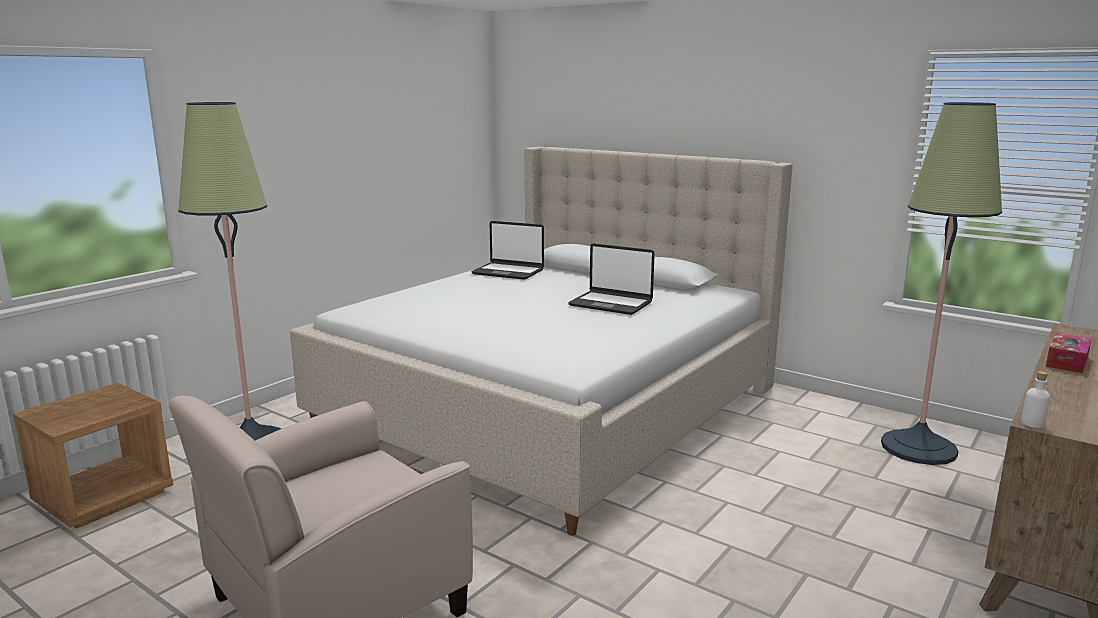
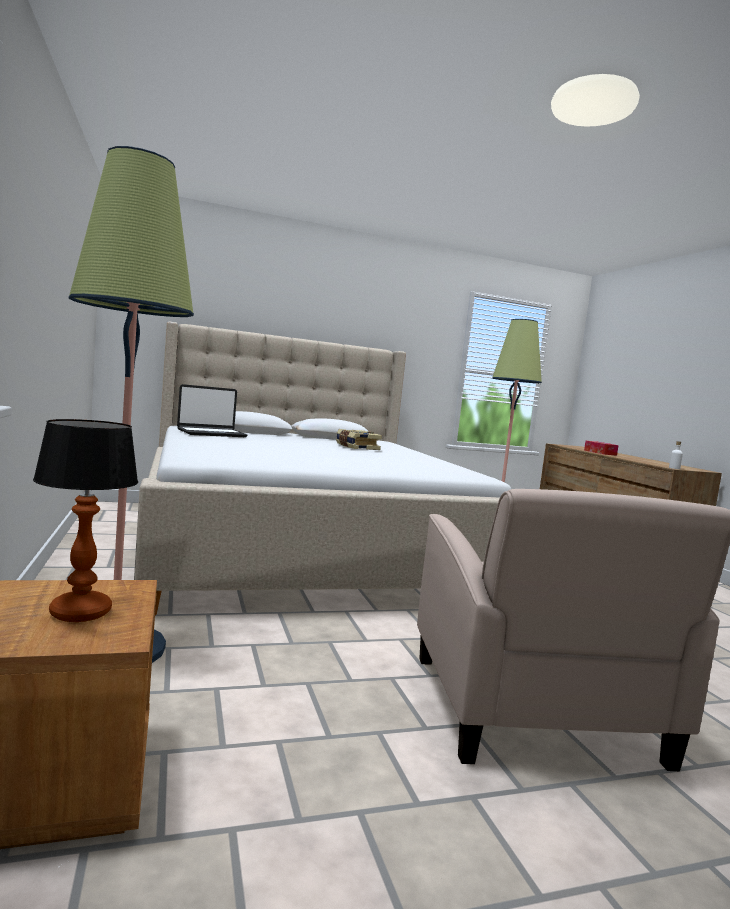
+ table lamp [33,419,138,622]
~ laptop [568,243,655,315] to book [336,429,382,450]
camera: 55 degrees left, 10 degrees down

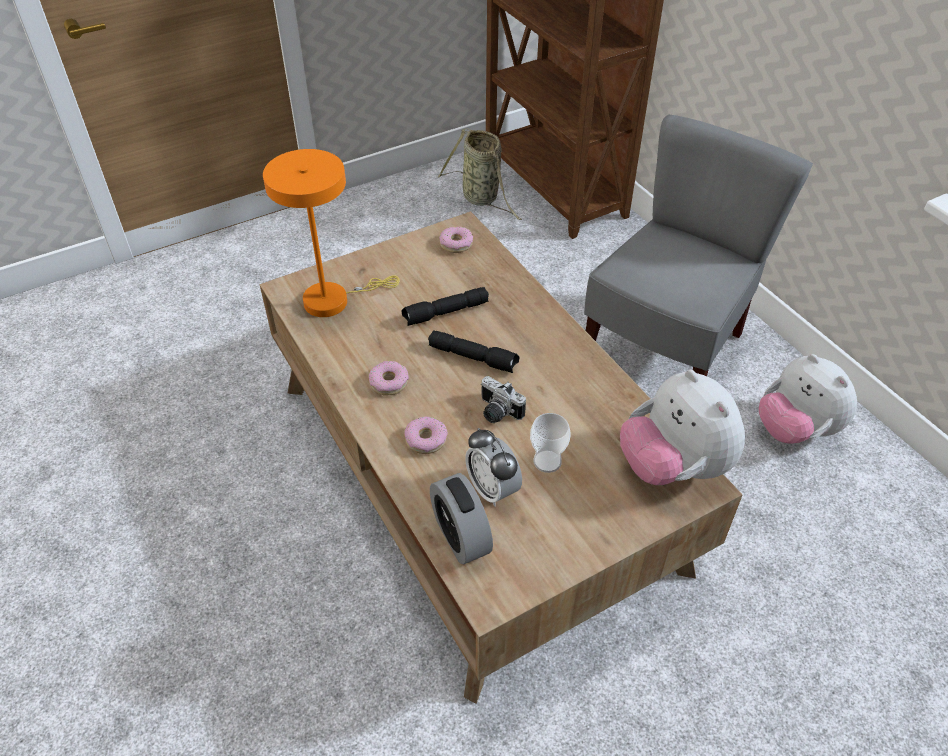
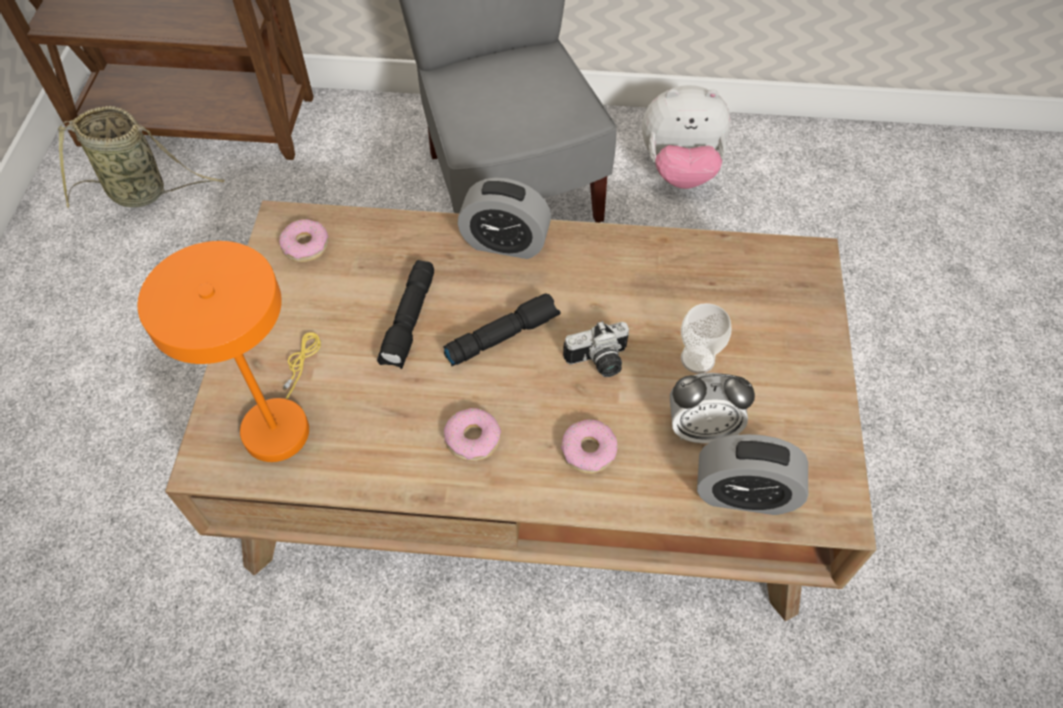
- plush toy [620,370,745,485]
+ alarm clock [458,178,551,259]
camera: 55 degrees left, 10 degrees up

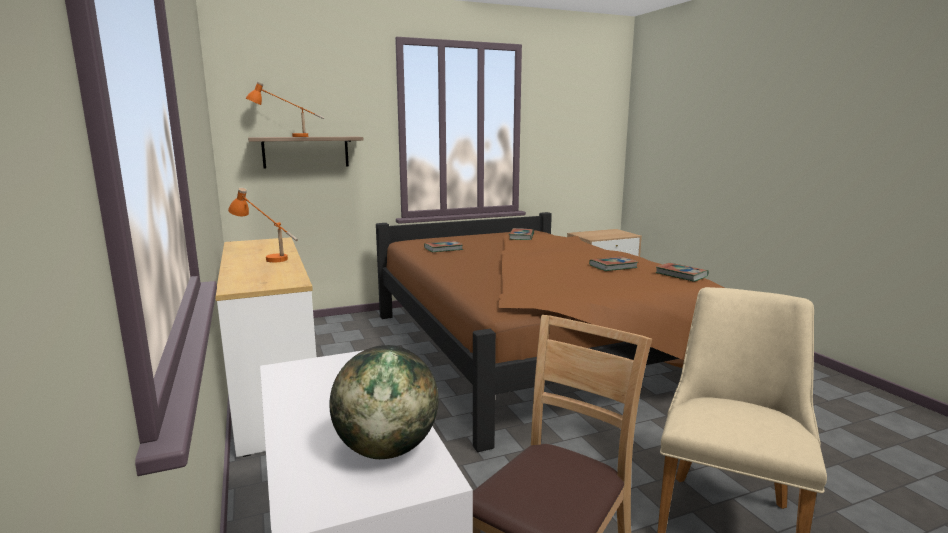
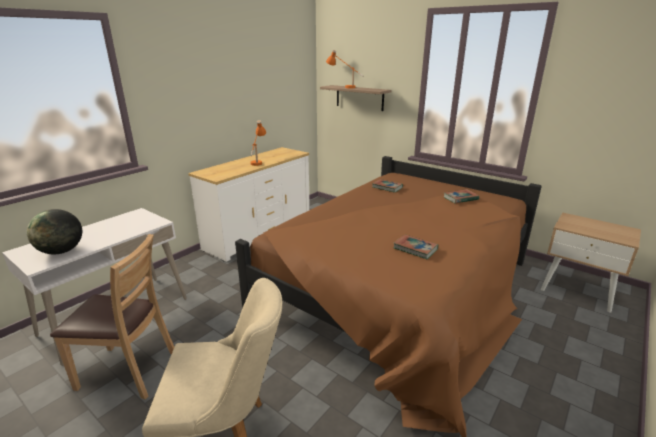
- book [656,263,708,282]
camera: 60 degrees right, 10 degrees up

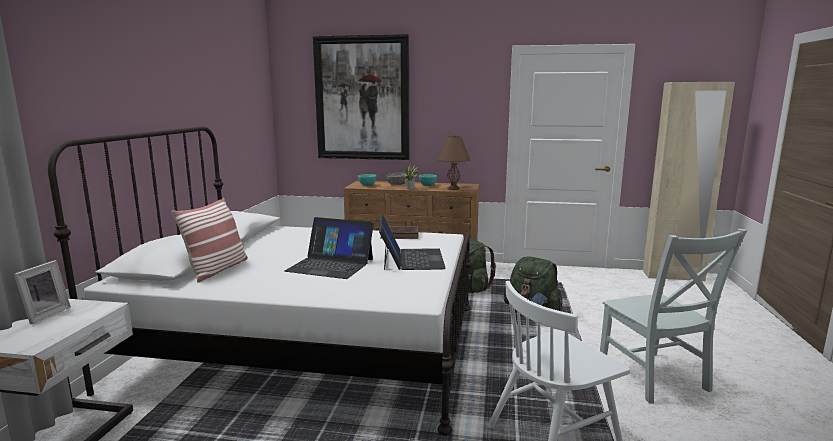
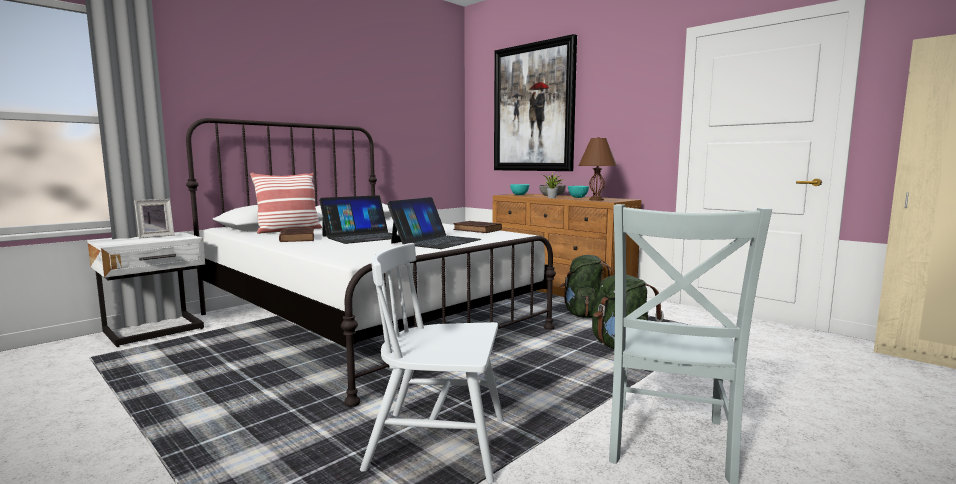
+ brown book [279,228,314,242]
~ laptop [285,217,374,279] = [319,195,399,244] 90 degrees counterclockwise
camera: 35 degrees right, 5 degrees down

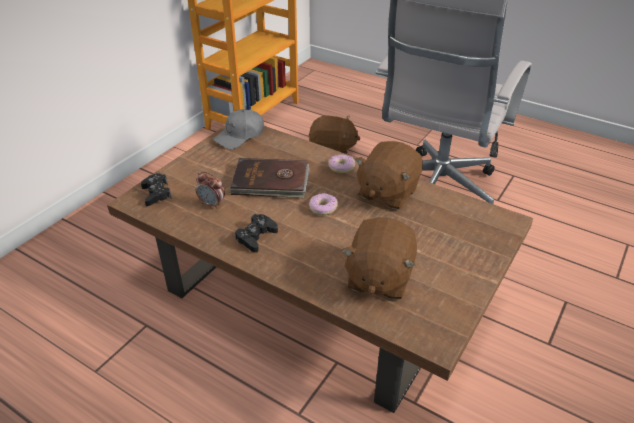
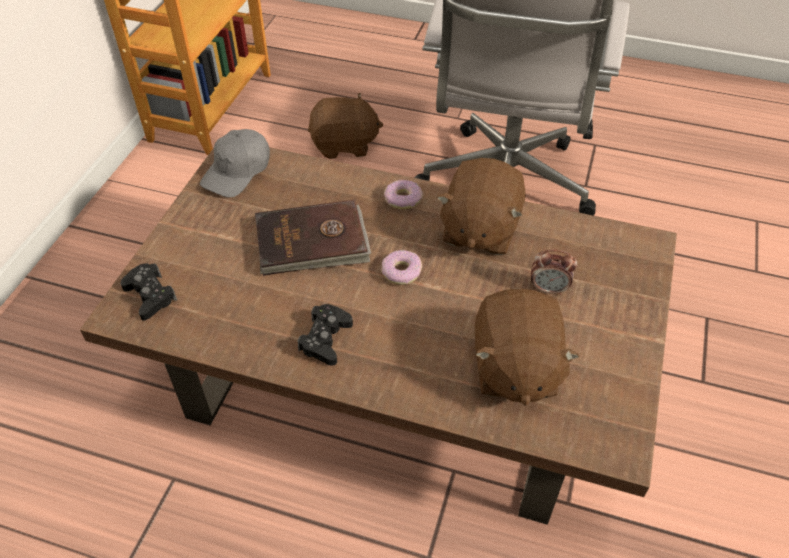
~ alarm clock [196,171,225,209] to [531,250,577,296]
camera: 15 degrees left, 10 degrees up

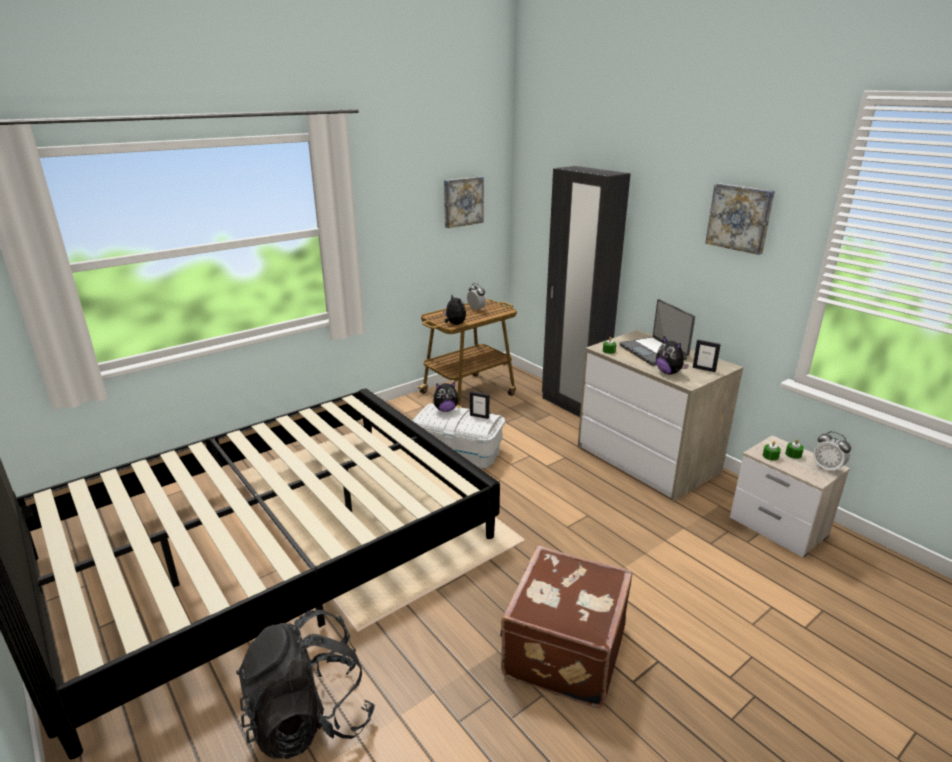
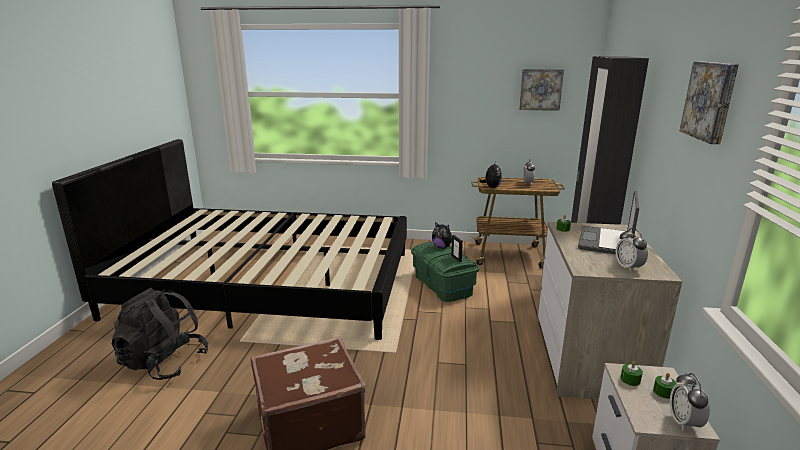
- plush toy [656,337,689,374]
~ picture frame [693,340,721,372] to alarm clock [616,228,648,272]
~ white storage box [412,403,505,468] to green storage box [411,241,479,302]
camera: 45 degrees right, 5 degrees down

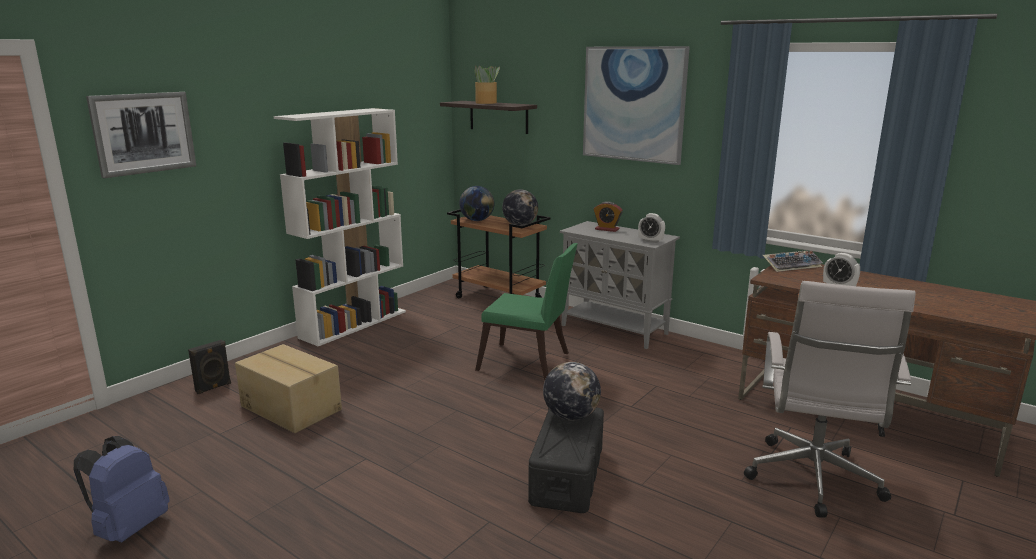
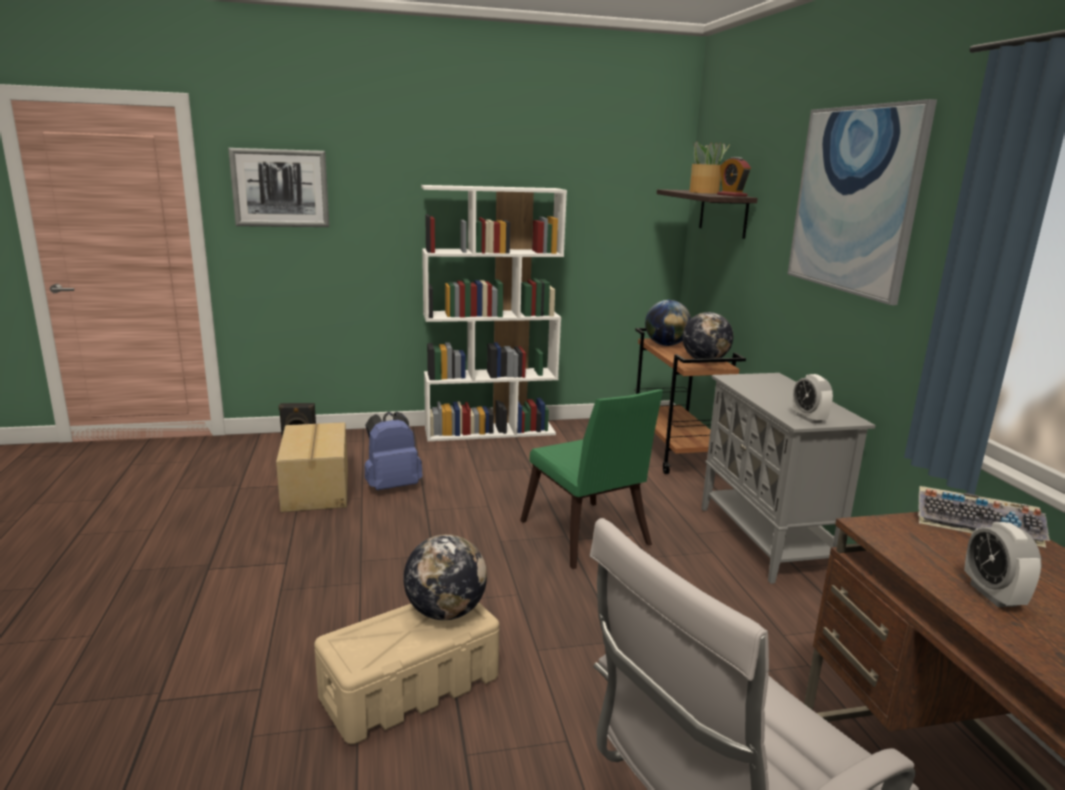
~ blue backpack [74,436,170,542] to [364,411,422,490]
~ alarm clock [594,201,623,232] to [717,157,751,197]
~ black storage box [528,408,604,513] to beige storage box [314,602,499,744]
camera: 40 degrees right, 0 degrees up

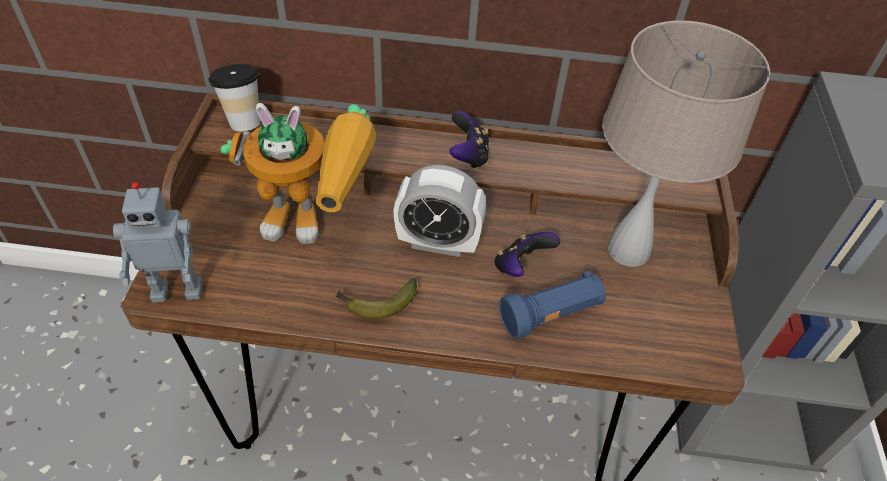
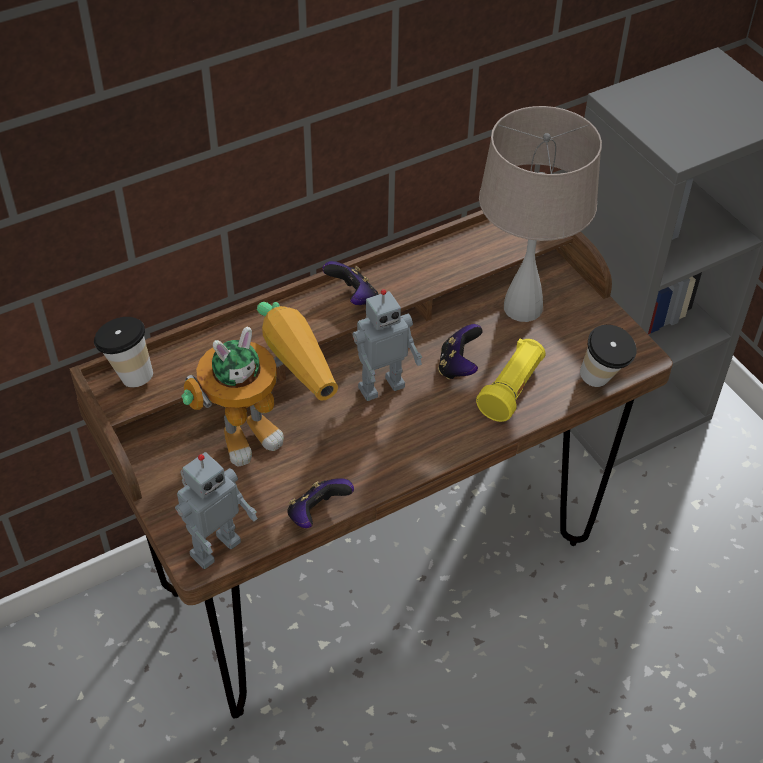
- banana [336,278,417,319]
+ game controller [287,478,354,528]
+ cup [580,325,637,387]
~ alarm clock [393,165,486,257] to toy robot [353,289,422,401]
~ blue flashlight [499,271,606,339] to yellow flashlight [476,339,546,422]
camera: 35 degrees left, 0 degrees up

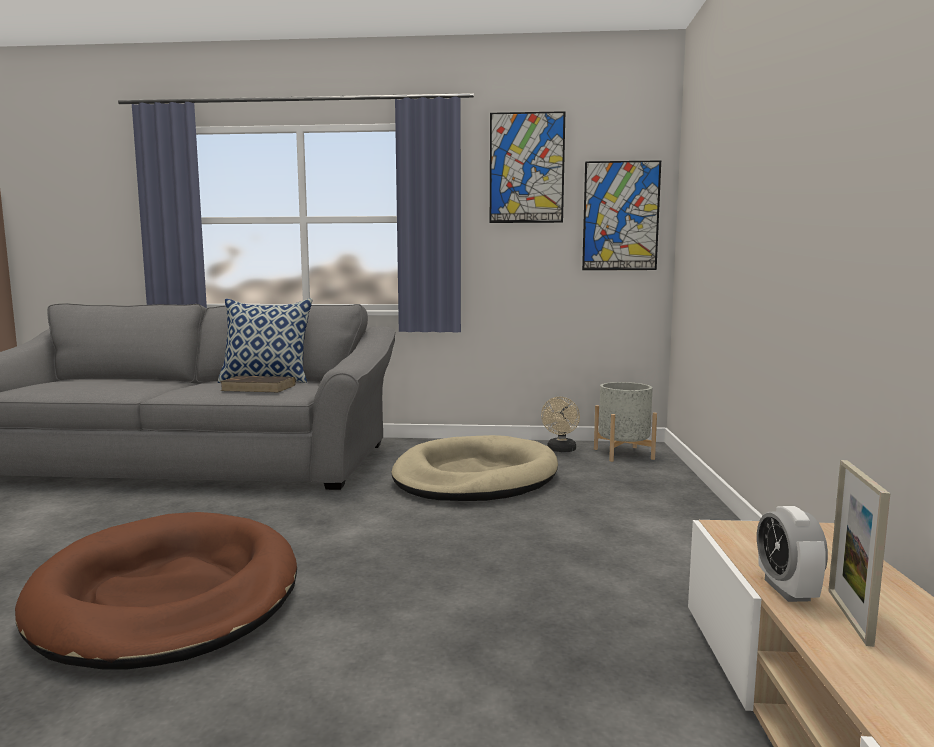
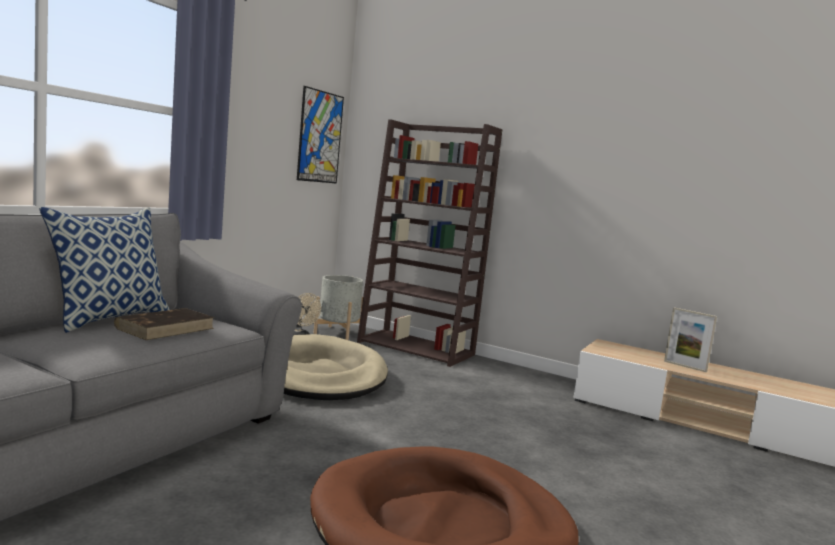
- picture [490,111,565,223]
- alarm clock [757,506,828,602]
+ brown bookcase [357,119,502,367]
camera: 65 degrees left, 0 degrees up

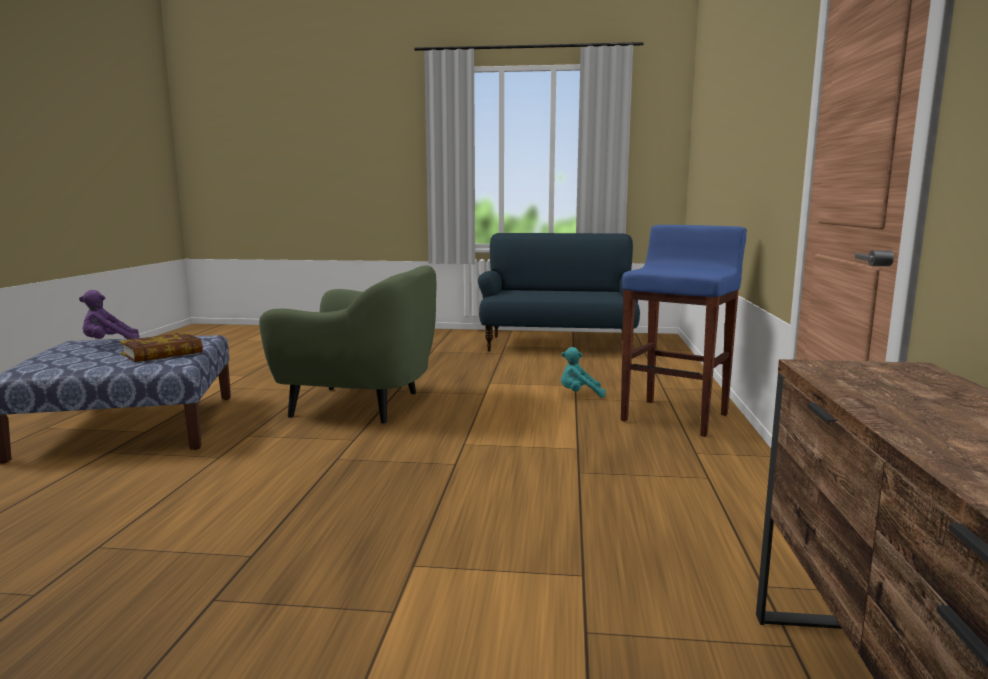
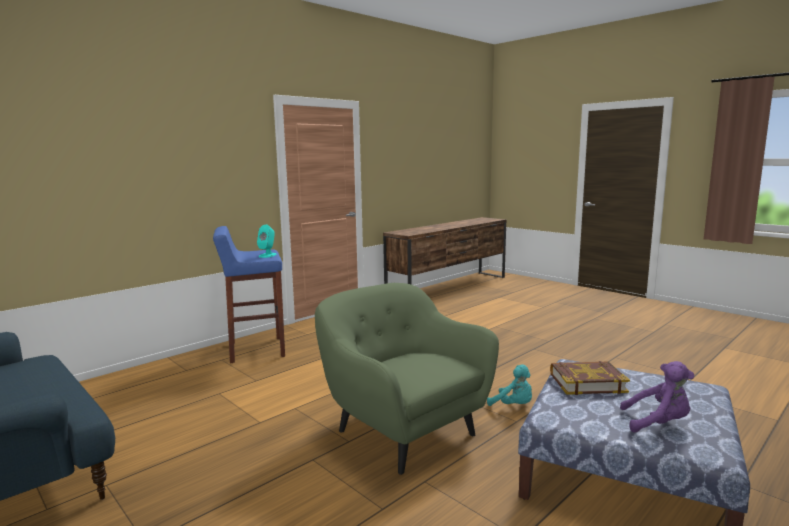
+ turquoise speaker [257,225,277,258]
~ turquoise plush toy [561,347,606,398] to [487,364,532,406]
camera: 140 degrees left, 0 degrees up

